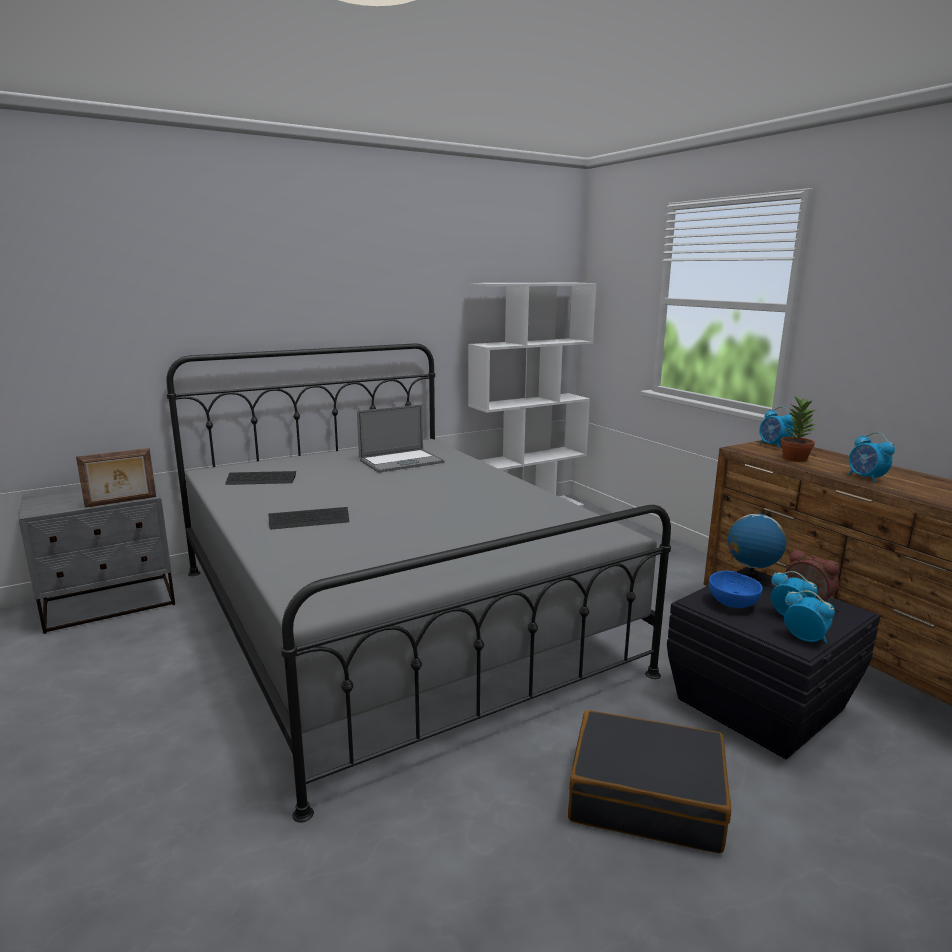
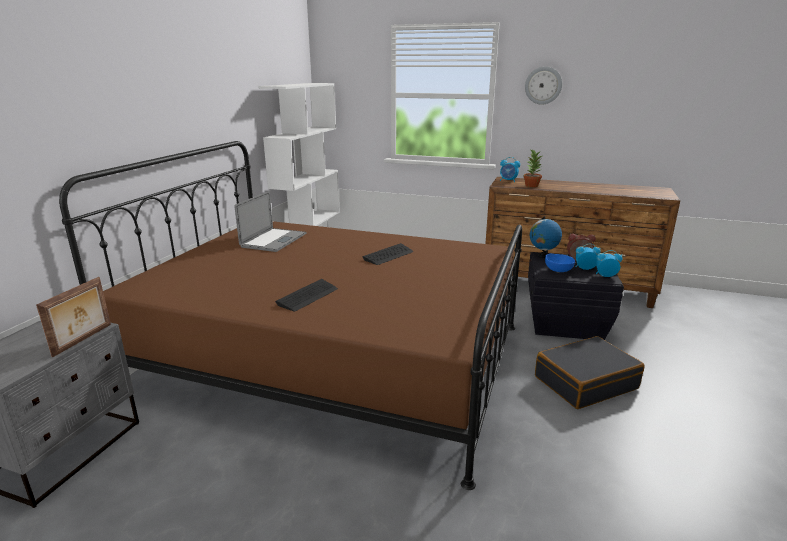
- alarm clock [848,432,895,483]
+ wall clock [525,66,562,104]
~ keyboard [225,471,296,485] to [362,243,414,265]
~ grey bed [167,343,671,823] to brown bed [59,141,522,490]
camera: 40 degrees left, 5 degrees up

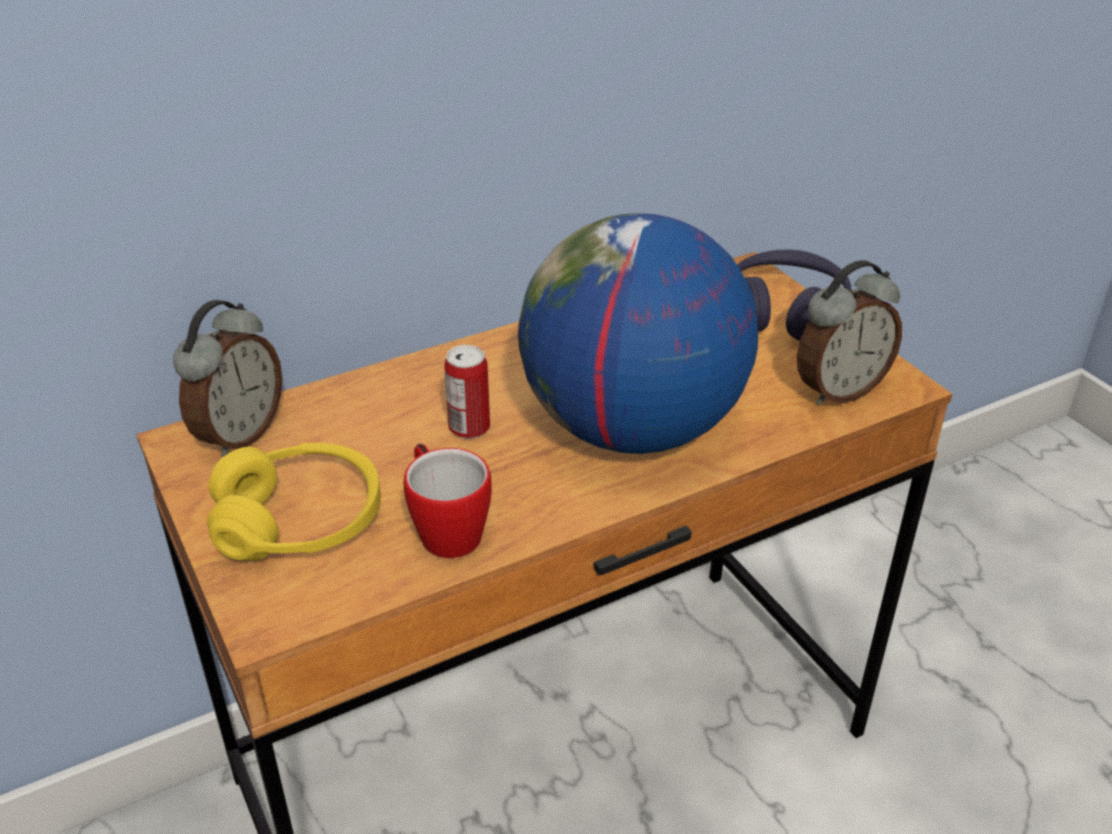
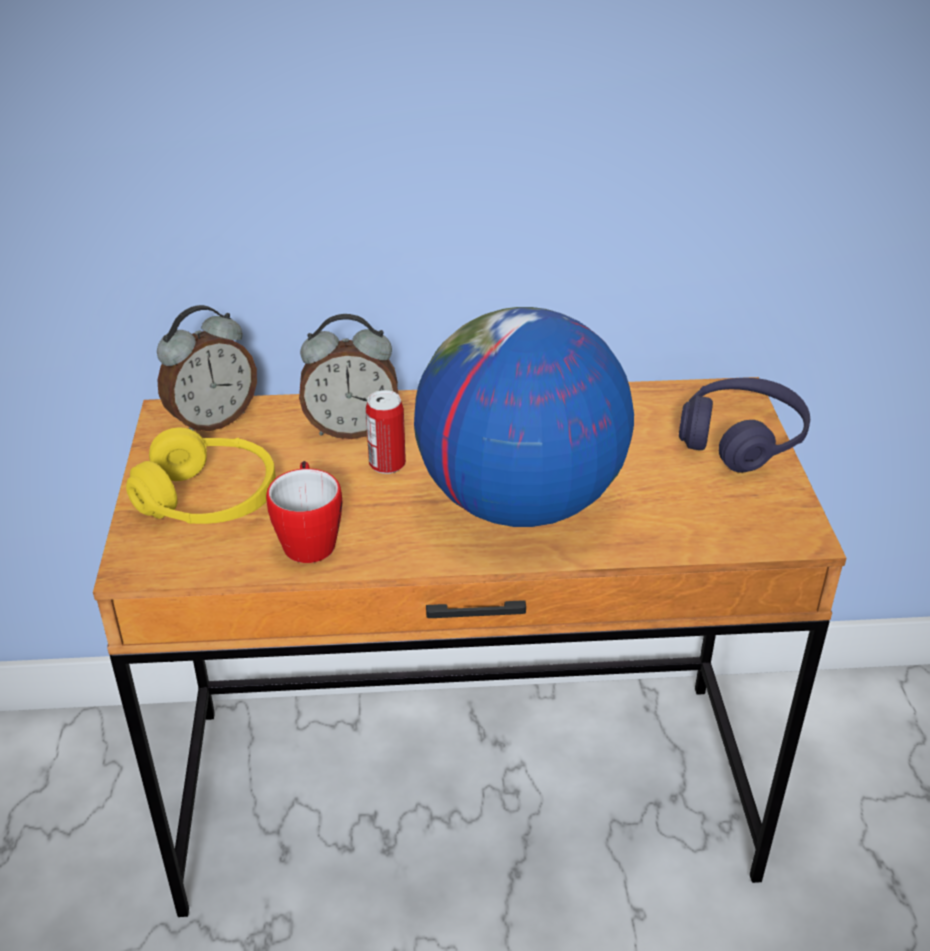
~ alarm clock [797,260,902,406] to [299,314,398,439]
camera: 25 degrees right, 0 degrees up

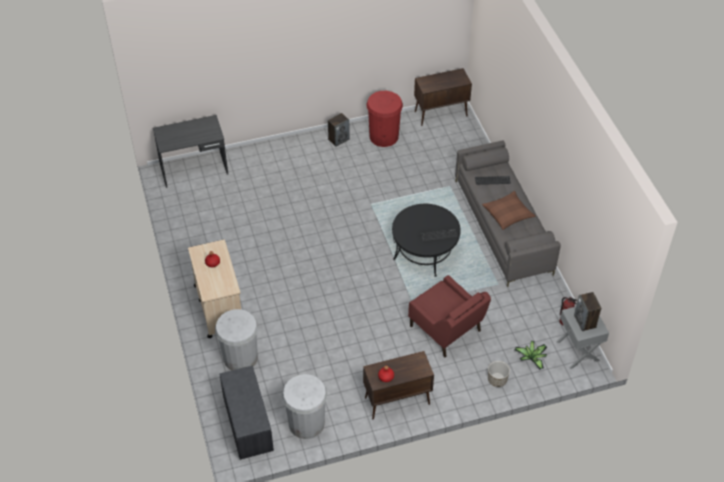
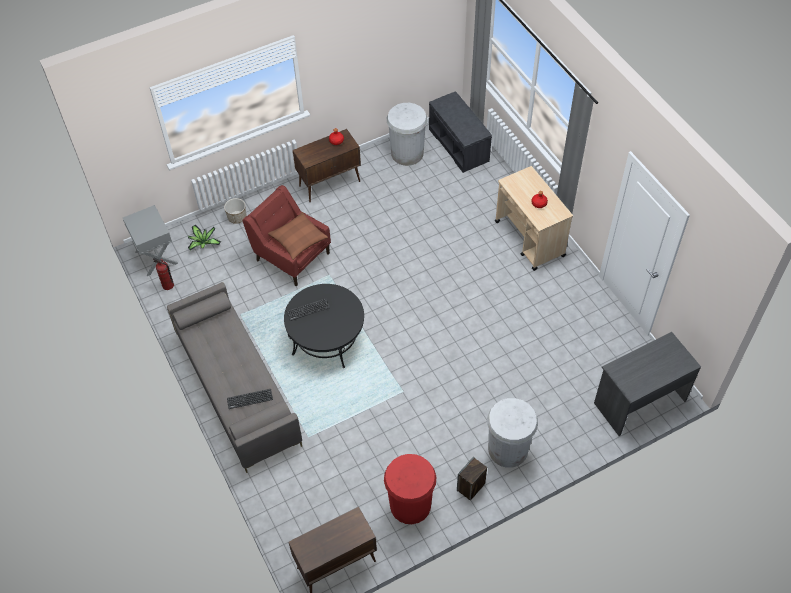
- speaker [574,292,602,331]
~ white trash can [215,309,258,370] to [487,398,538,468]
~ brown pillow [482,191,536,230] to [268,212,328,260]
camera: 170 degrees right, 5 degrees up

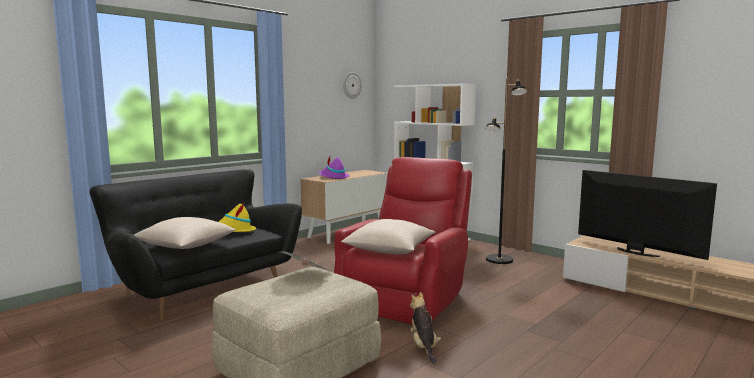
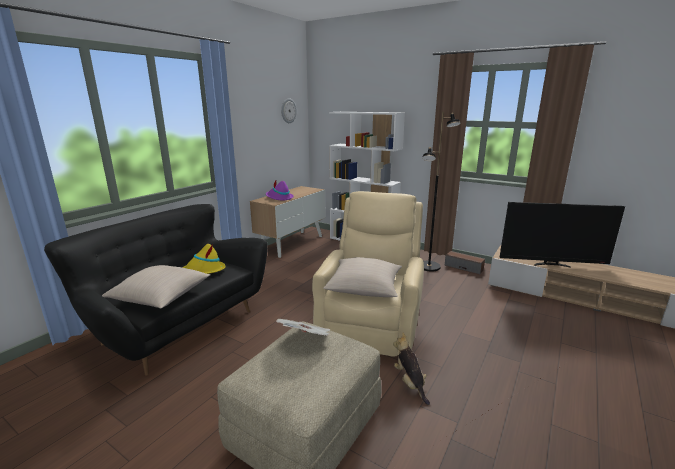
+ speaker [444,251,485,275]
~ red armchair [334,157,472,324] to beige armchair [312,191,424,357]
~ television [578,170,717,260] = [500,202,625,268] 150 degrees clockwise
camera: 10 degrees left, 10 degrees up

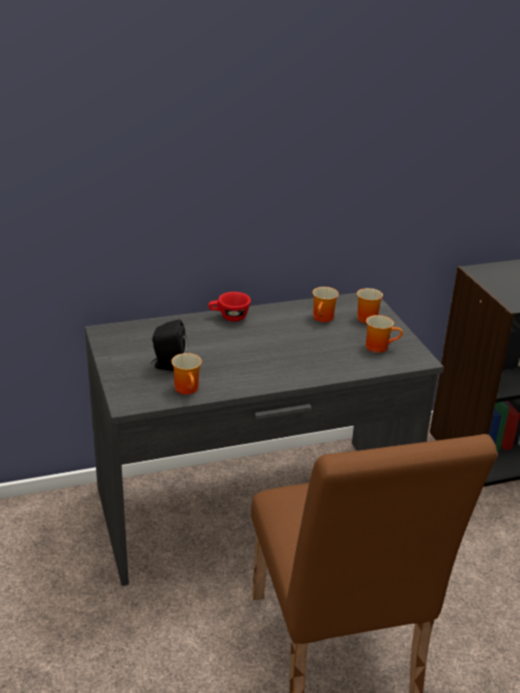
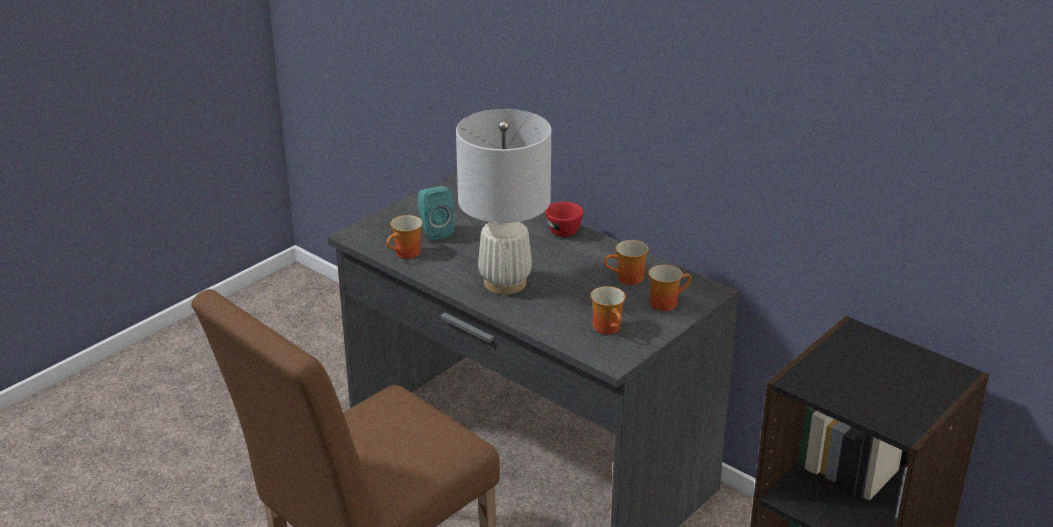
+ white table lamp [456,109,551,295]
~ black speaker [151,319,187,371] to turquoise speaker [418,186,455,241]
camera: 60 degrees right, 0 degrees up

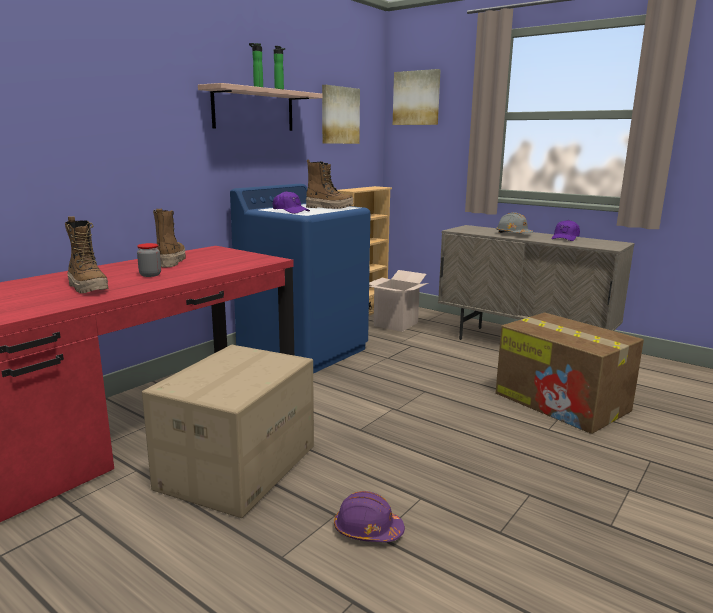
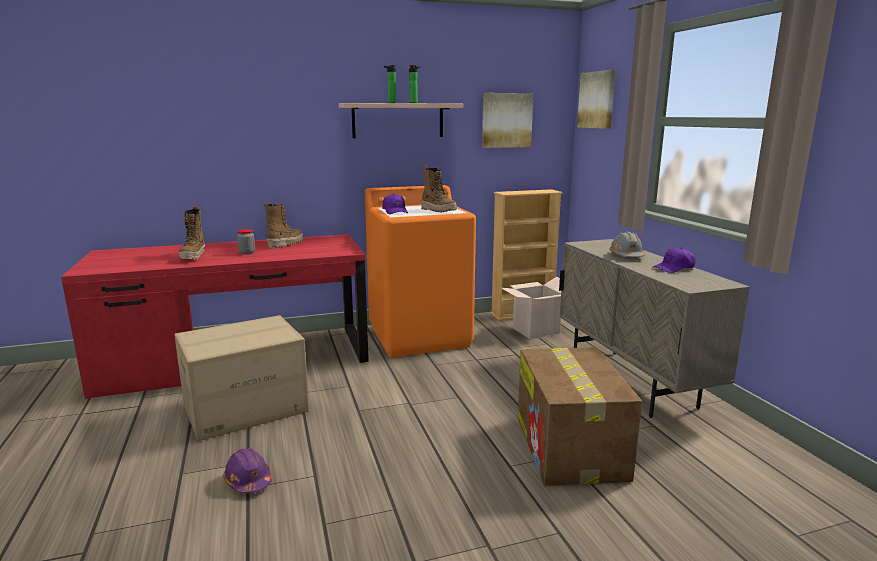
~ blue washing machine [230,184,371,373] to orange washing machine [365,185,476,358]
camera: 35 degrees right, 0 degrees up

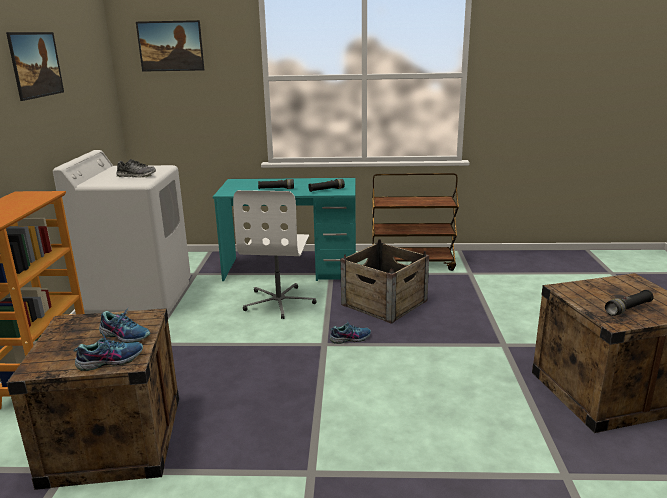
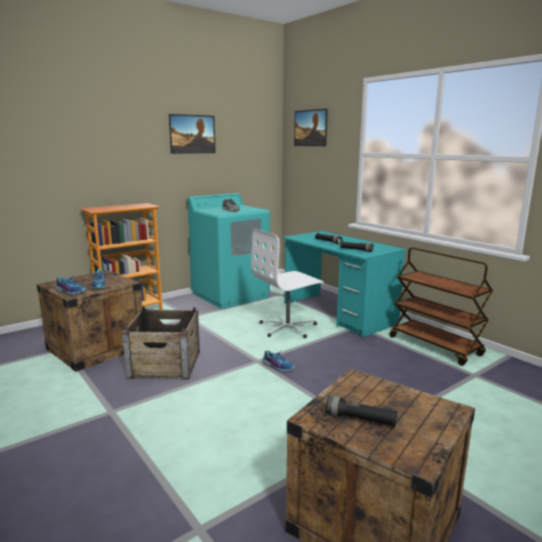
~ crate [340,239,429,324] to [122,306,200,380]
~ white washing machine [53,150,191,315] to turquoise washing machine [187,193,270,309]
camera: 50 degrees right, 5 degrees down

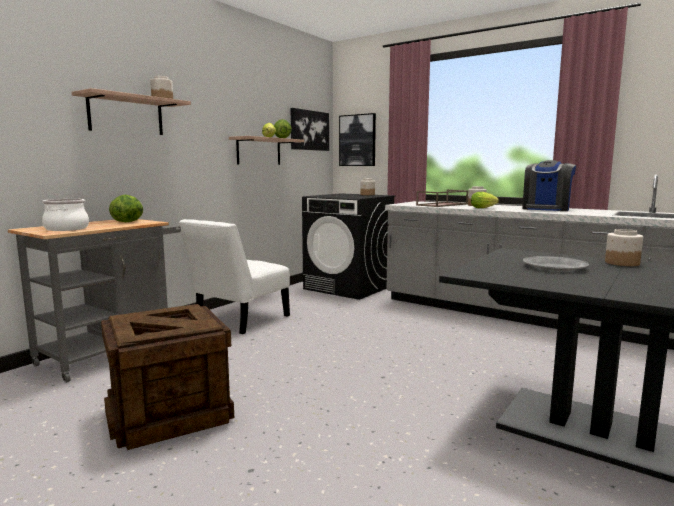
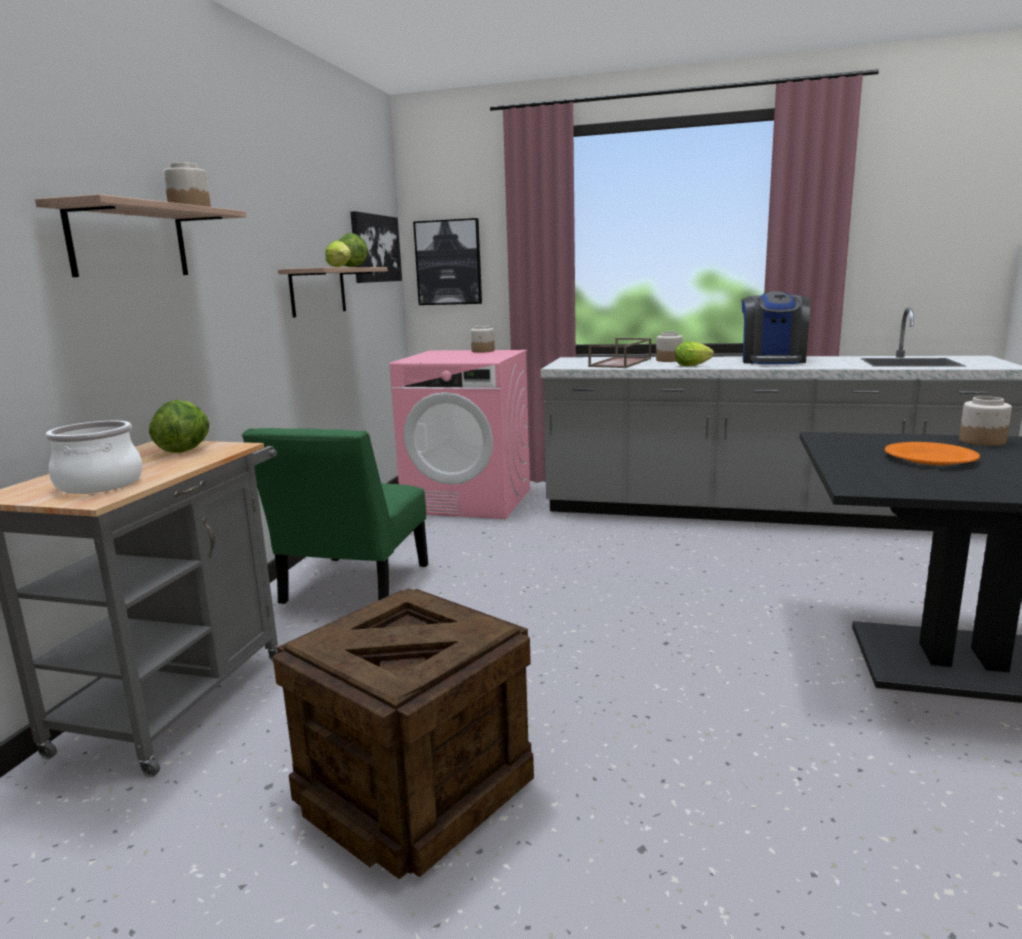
~ white chair [179,219,290,334] to green chair [242,428,428,604]
~ black washing machine [302,193,395,300] to pink washing machine [389,350,530,519]
~ grey plate [523,256,589,271] to orange plate [885,442,980,465]
camera: 20 degrees left, 5 degrees up

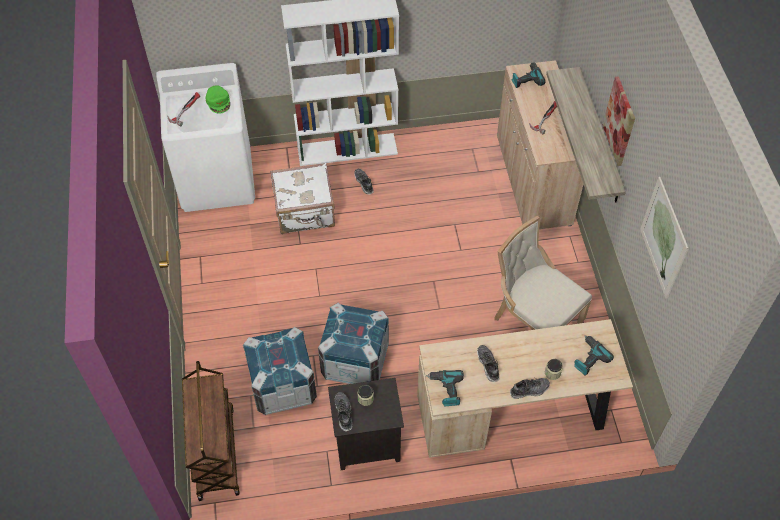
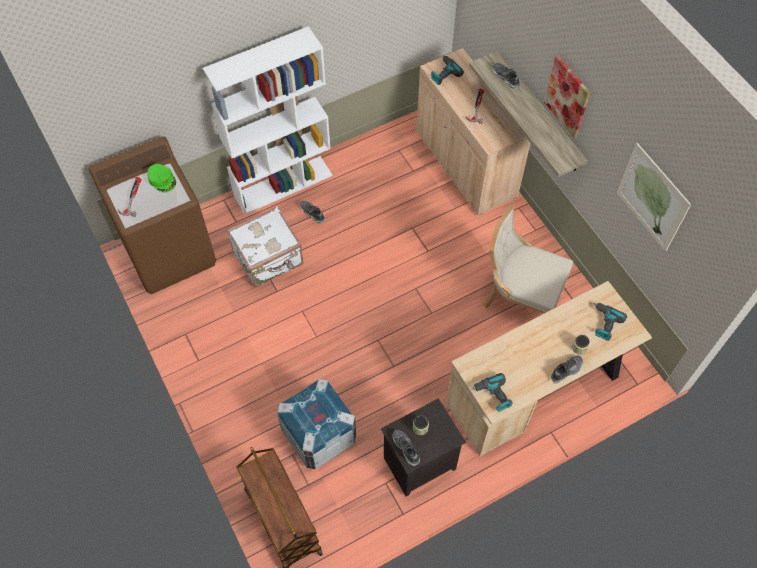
- crate [318,303,389,384]
~ shoe [477,345,500,382] to [493,63,520,89]
~ white washing machine [156,63,255,212] to brown washing machine [88,136,216,294]
camera: 20 degrees left, 5 degrees up

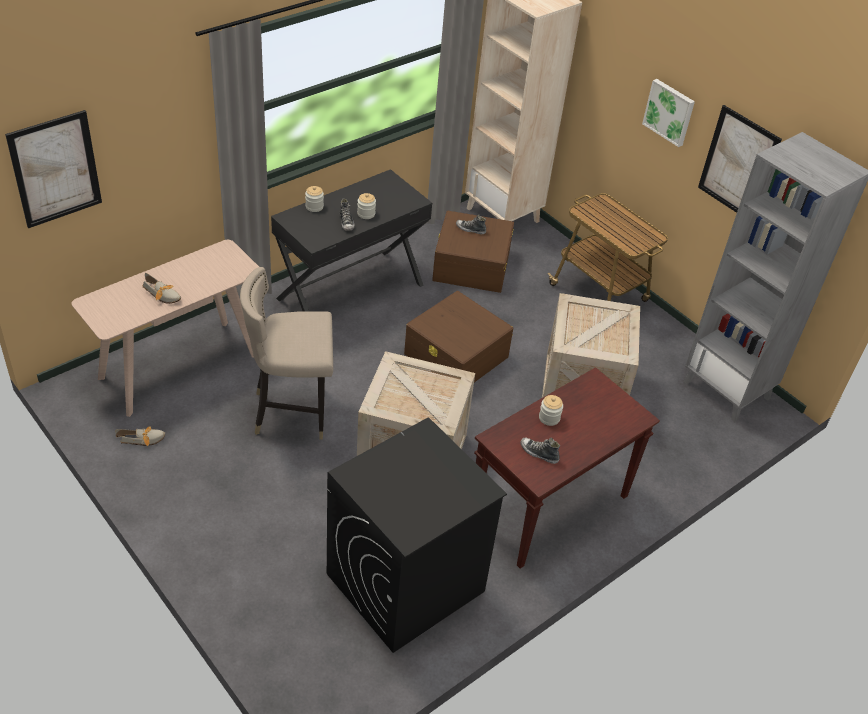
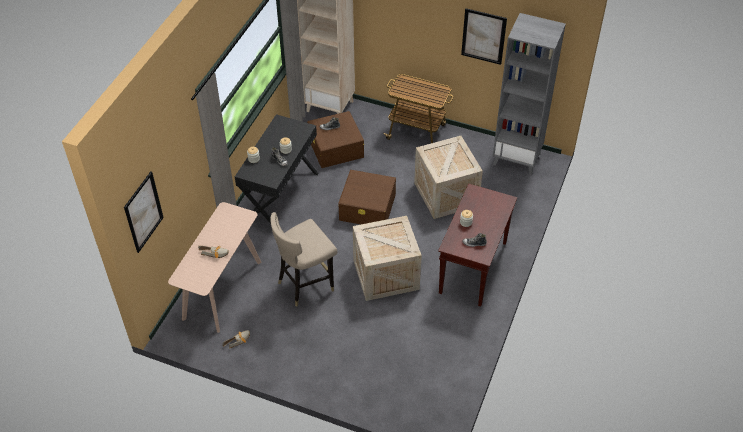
- black washing machine [327,417,507,653]
- picture [642,79,695,147]
camera: 25 degrees left, 5 degrees up

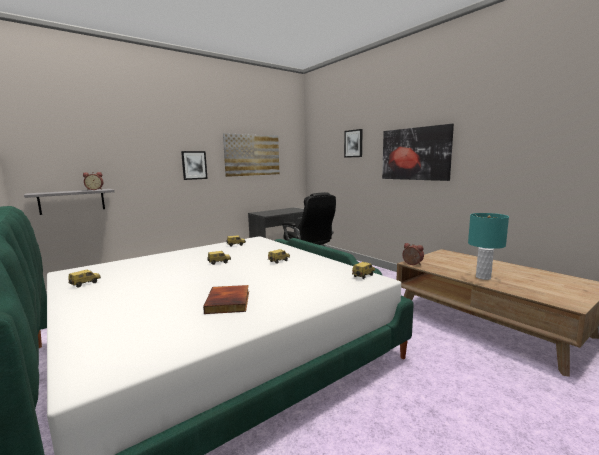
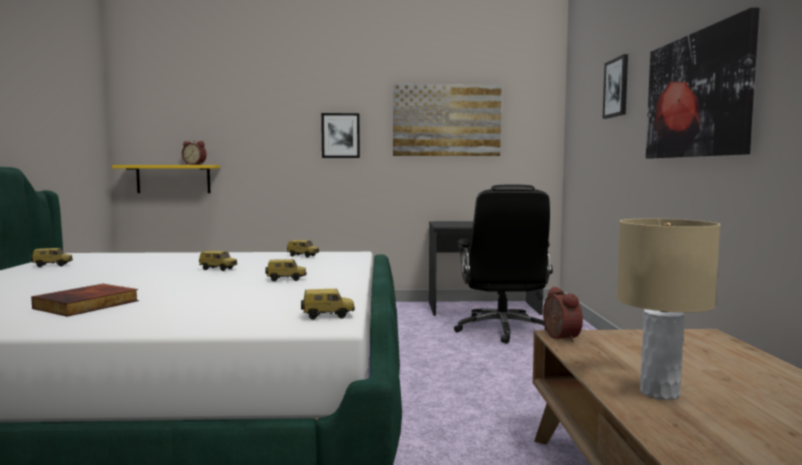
~ grey shelf [24,189,115,215] to yellow shelf [112,165,220,193]
~ turquoise table lamp [468,213,509,280] to beige table lamp [617,218,720,400]
camera: 35 degrees right, 5 degrees down

